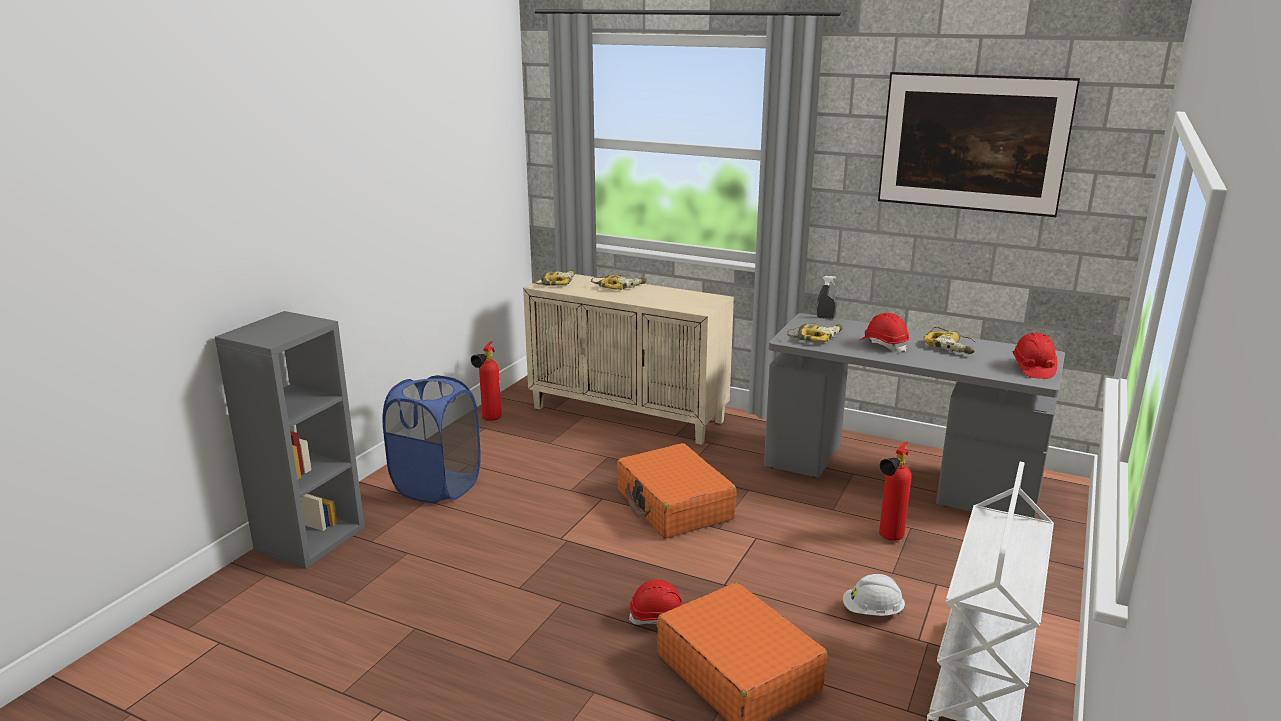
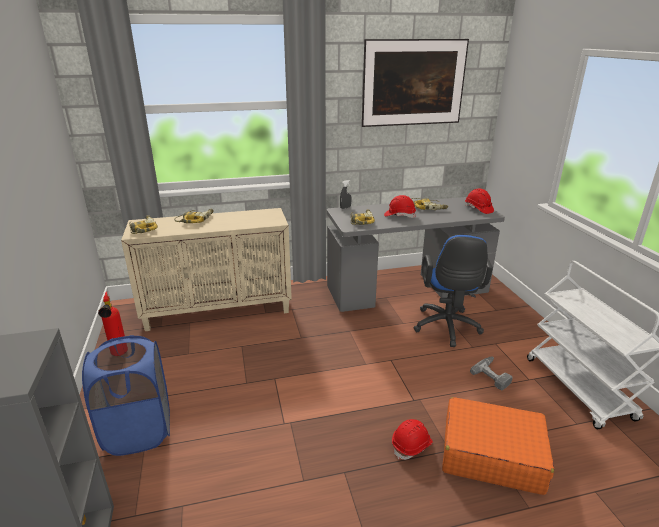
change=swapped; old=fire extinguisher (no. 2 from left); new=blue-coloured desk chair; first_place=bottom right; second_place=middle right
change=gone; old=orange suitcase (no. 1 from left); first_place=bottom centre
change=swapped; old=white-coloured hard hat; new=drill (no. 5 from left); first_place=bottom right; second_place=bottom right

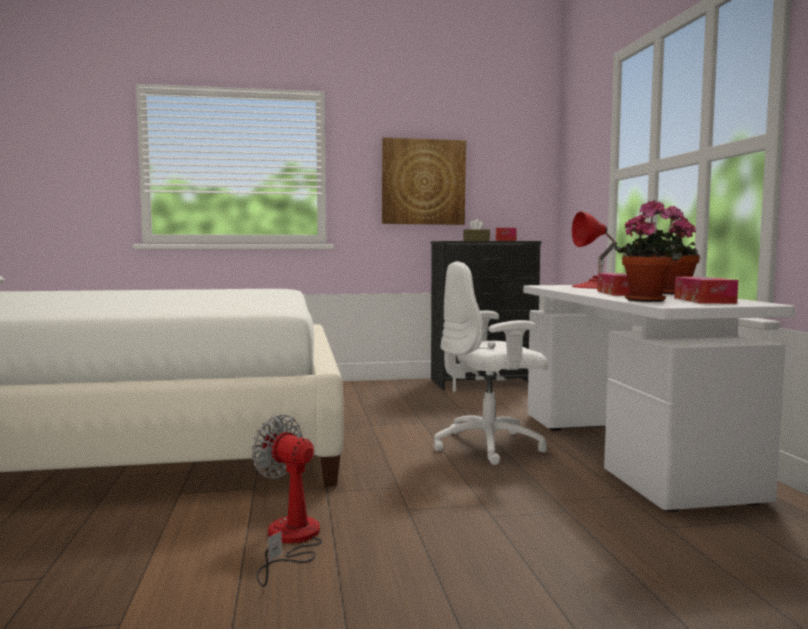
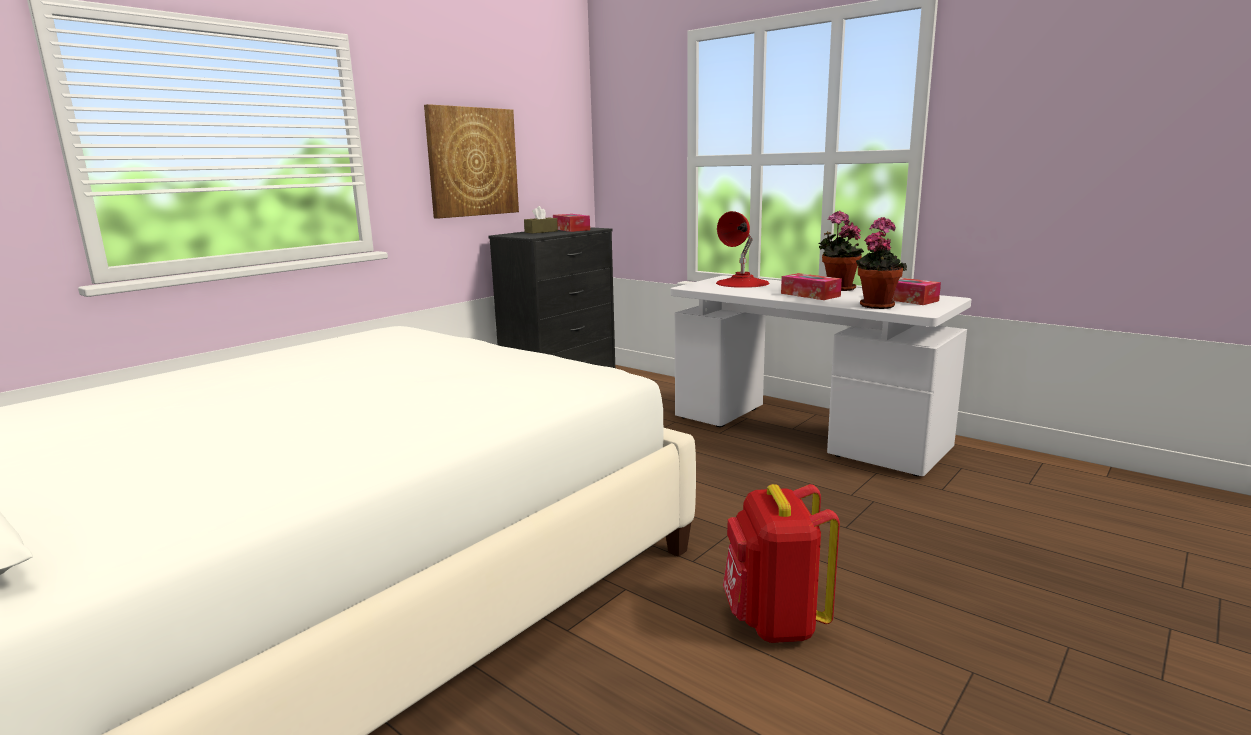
change=gone; old=white-coloured desk chair; first_place=centre
change=swapped; old=electric fan; new=reddish knapsack; first_place=bottom centre; second_place=bottom centre

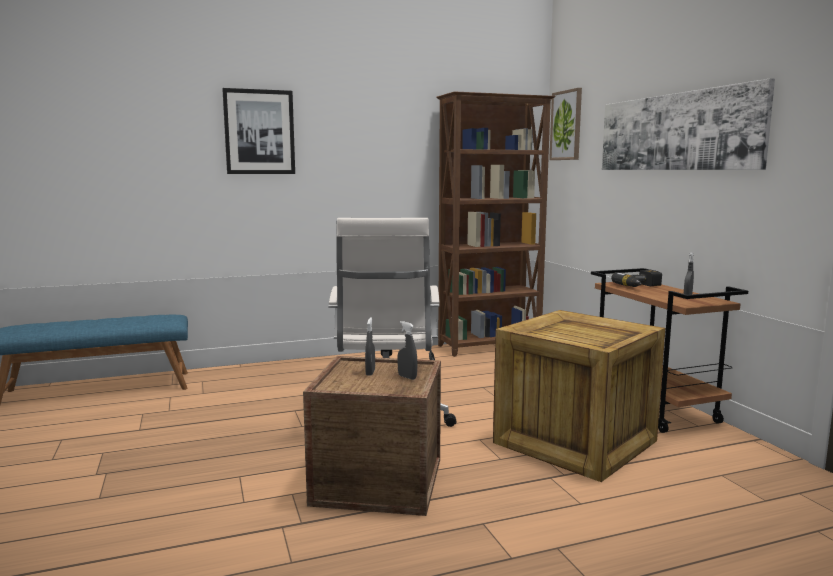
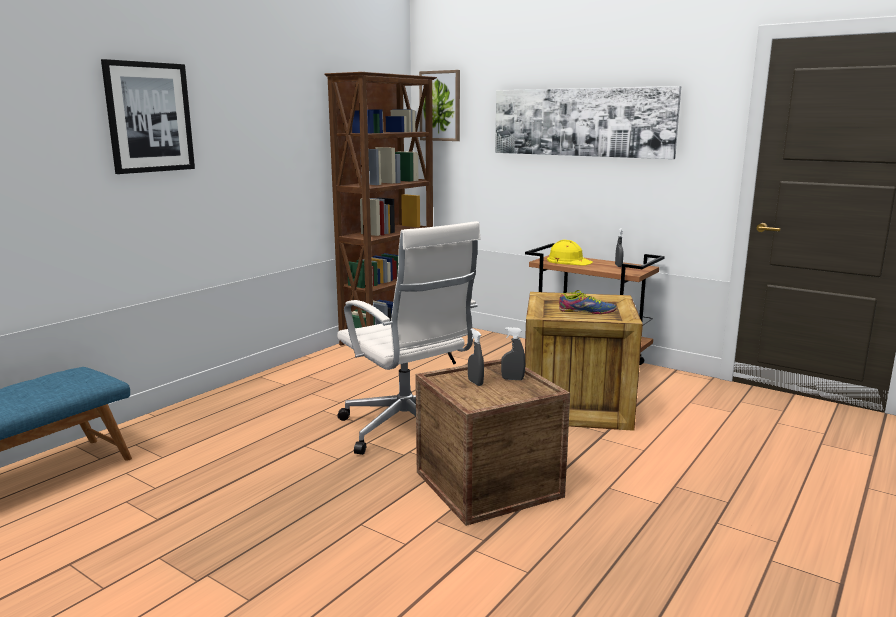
change=swapped; old=drill; new=yellow hard hat; first_place=middle right; second_place=centre
change=new; new=shoe; second_place=centre

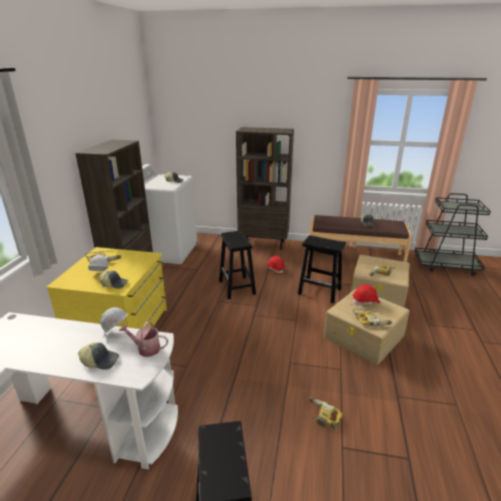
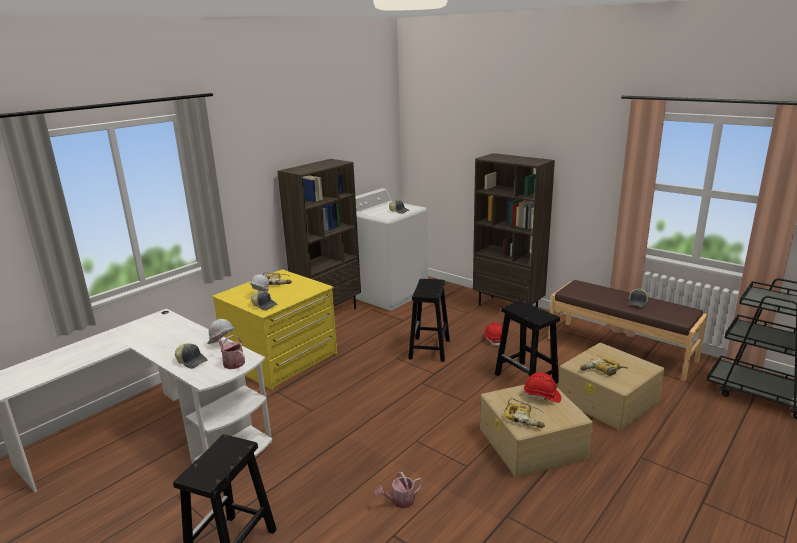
change=swapped; old=drill (no. 2 from left); new=watering can (no. 2 from left); first_place=bottom centre; second_place=bottom centre

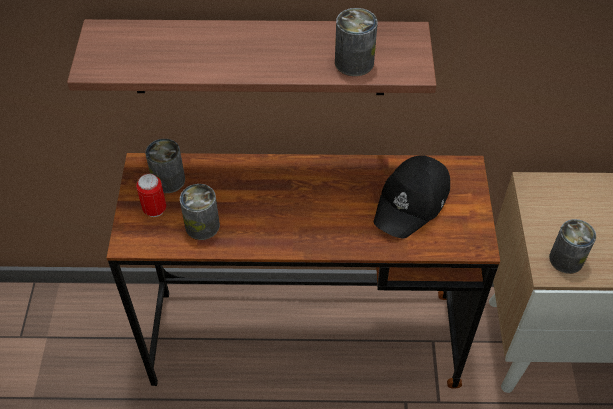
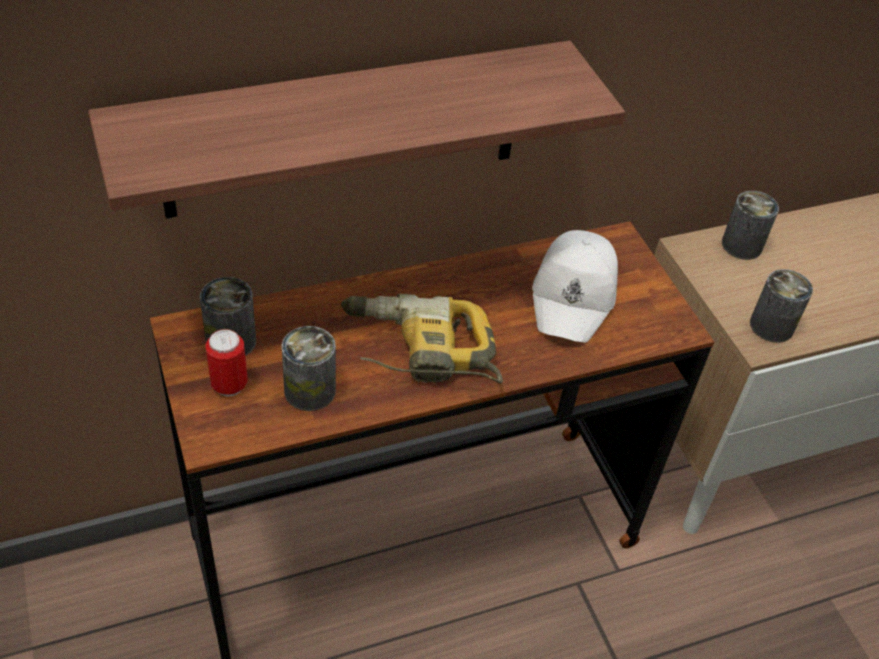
change=shifted; old=sealed can (no. 4 from left); first_place=top centre; second_place=middle right
change=repainted; old=black-coloured peaked cap; new=white-coloured peaked cap; first_place=middle right; second_place=centre
change=new; new=drill; second_place=centre

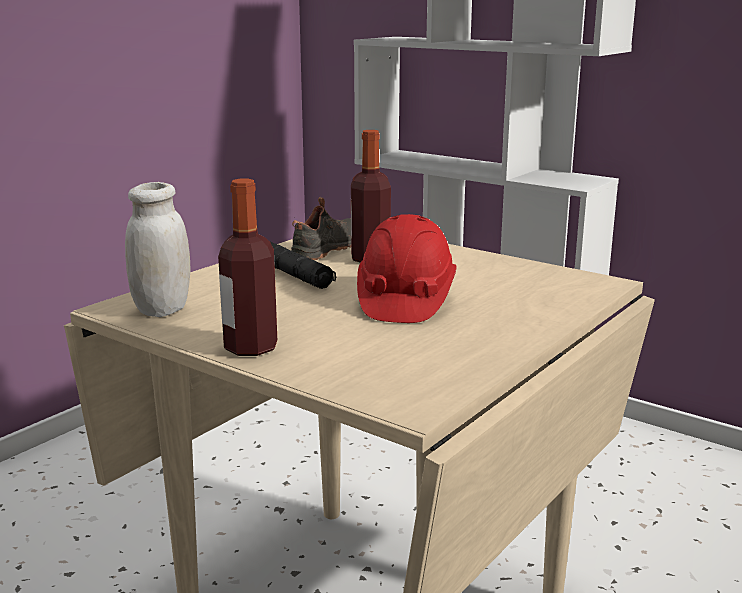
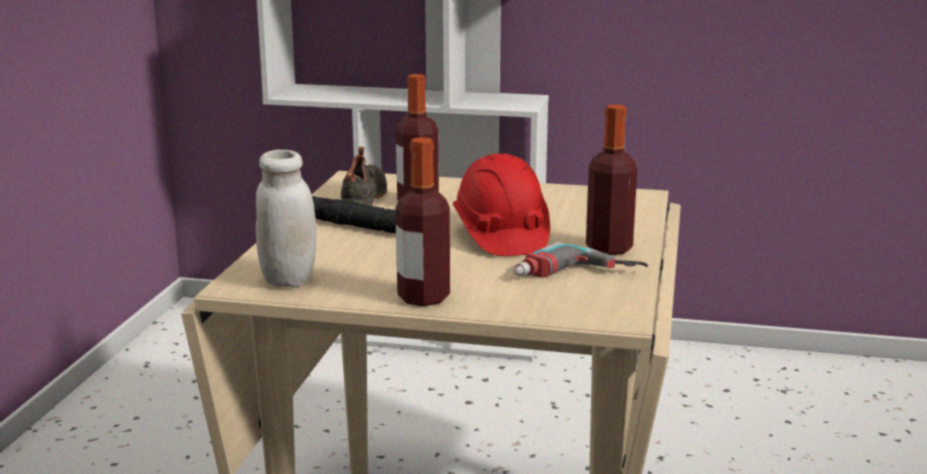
change=new; new=beverage bottle (no. 3 from left); second_place=centre
change=new; new=drill; second_place=centre

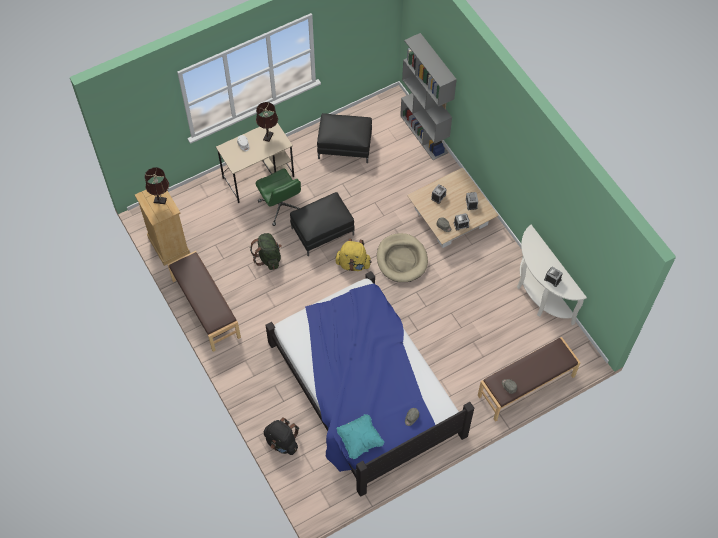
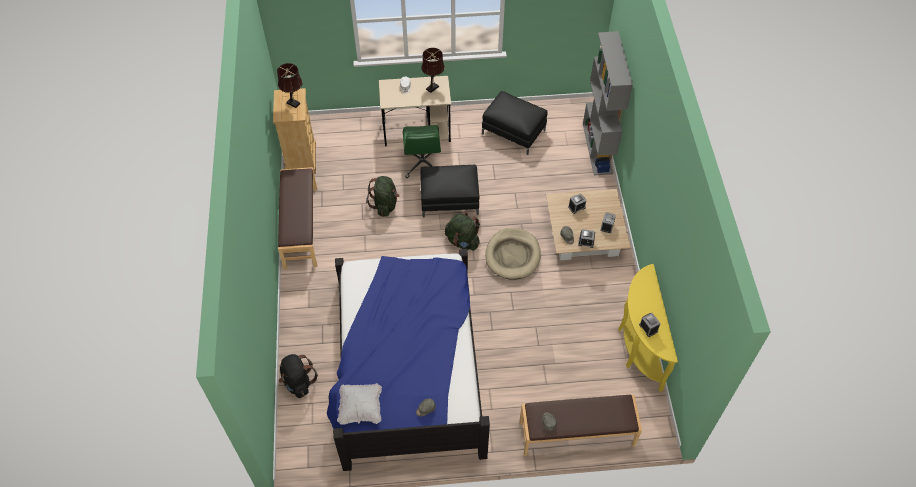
change=repainted; old=white-coloured hall table; new=yellow hall table; first_place=middle right; second_place=bottom right
change=repainted; old=yellow knapsack; new=greenish knapsack (no. 2 from left); first_place=centre; second_place=centre
change=repainted; old=blue-green pillow; new=white-coloured pillow; first_place=bottom centre; second_place=bottom centre

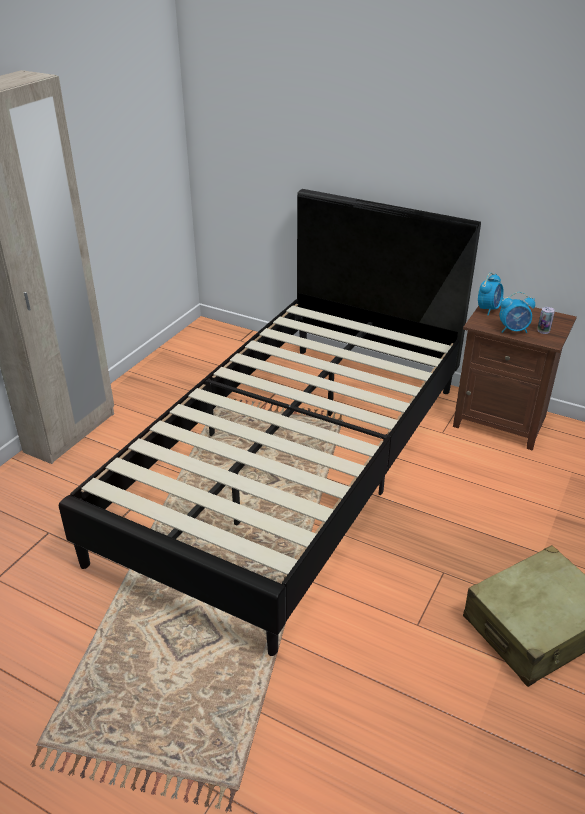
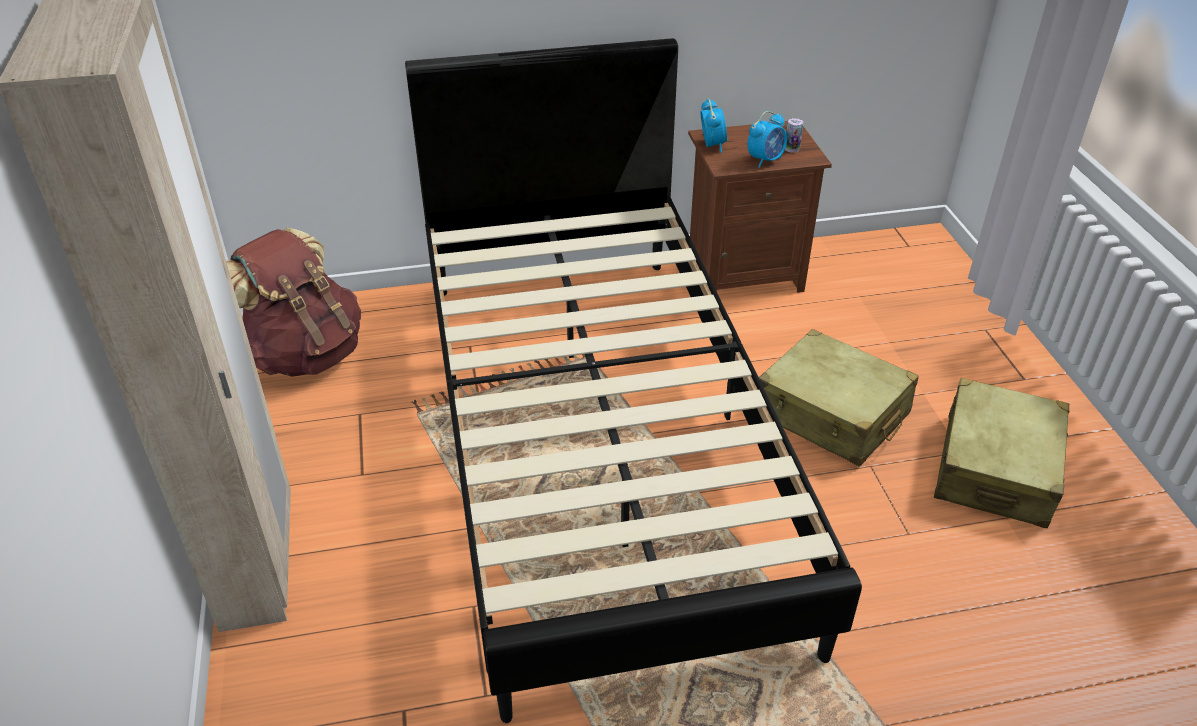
change=new; new=brown knapsack; second_place=middle left
change=new; new=beige suitcase (no. 1 from left); second_place=middle right

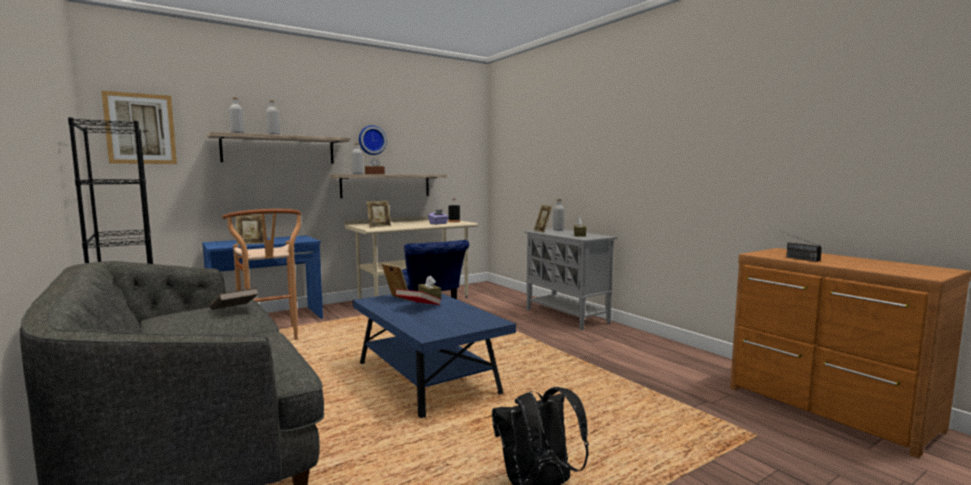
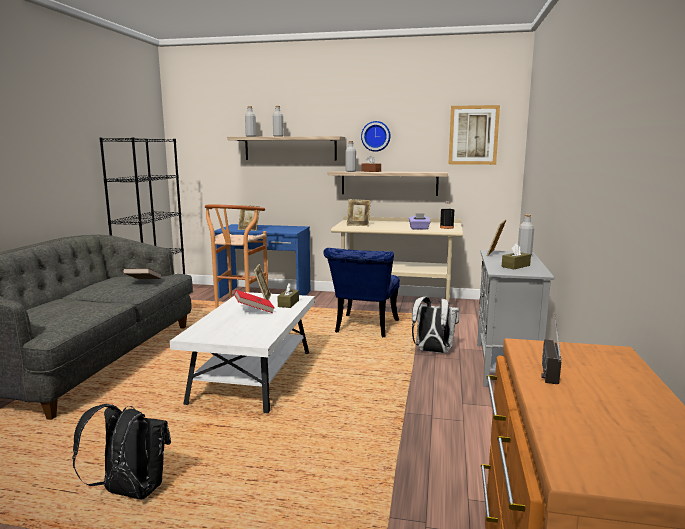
change=shifted; old=picture; first_place=top left; second_place=top right
change=repainted; old=blue-coloured low table; new=white-coloured low table; first_place=bottom centre; second_place=centre
change=new; new=white-coloured knapsack; second_place=centre

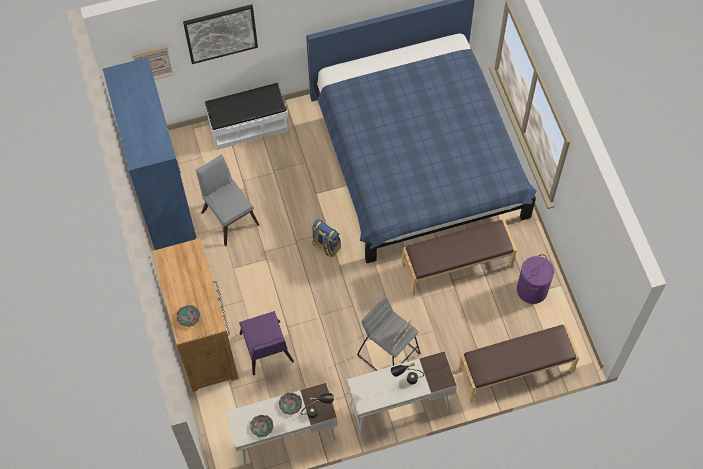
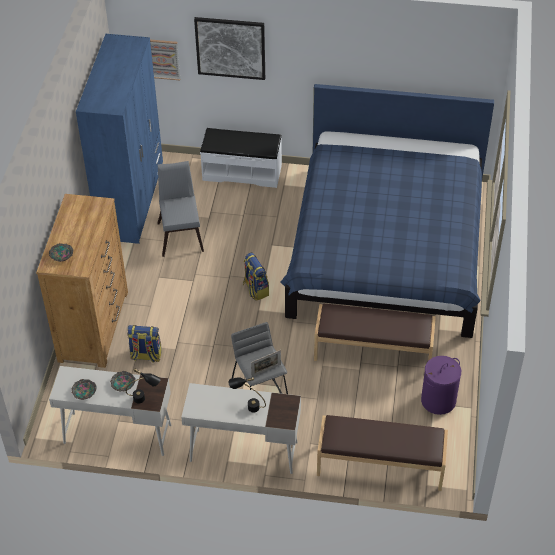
change=swapped; old=purple upright chair; new=knapsack (no. 1 from left); first_place=bottom centre; second_place=middle left

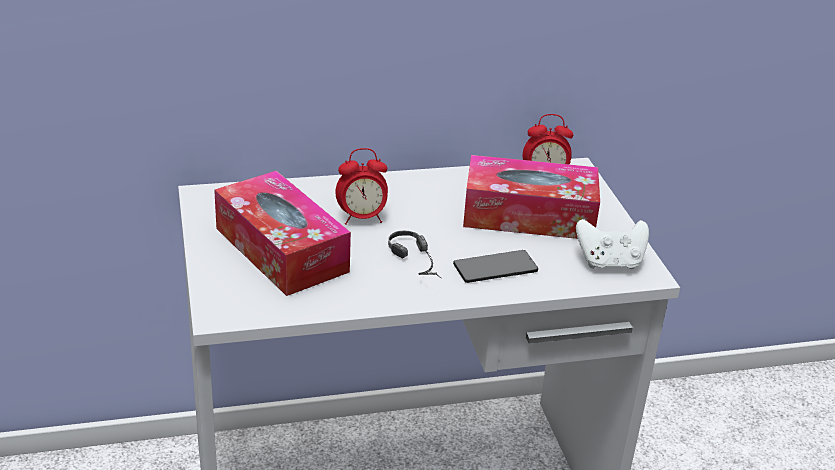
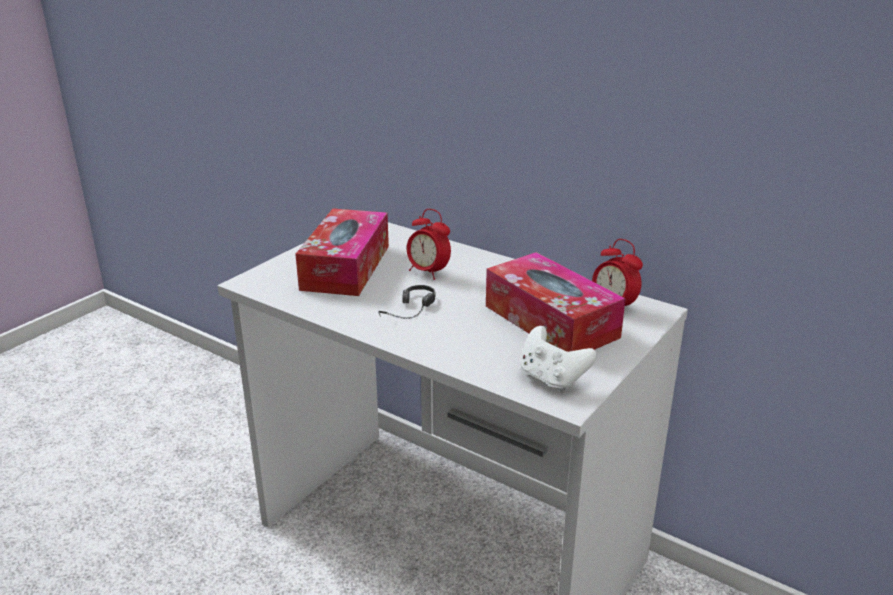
change=gone; old=telephone; first_place=centre

